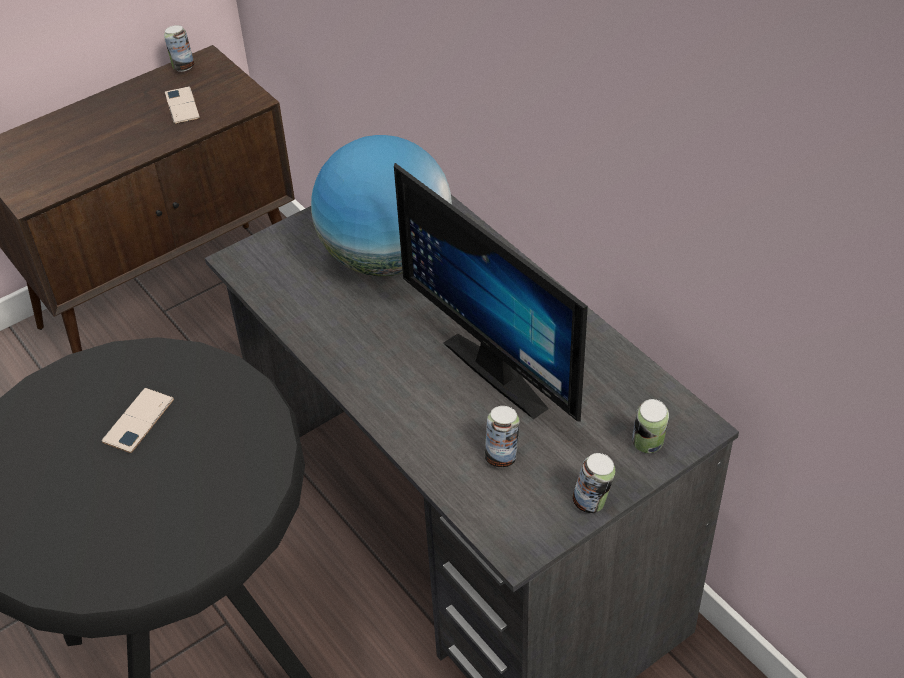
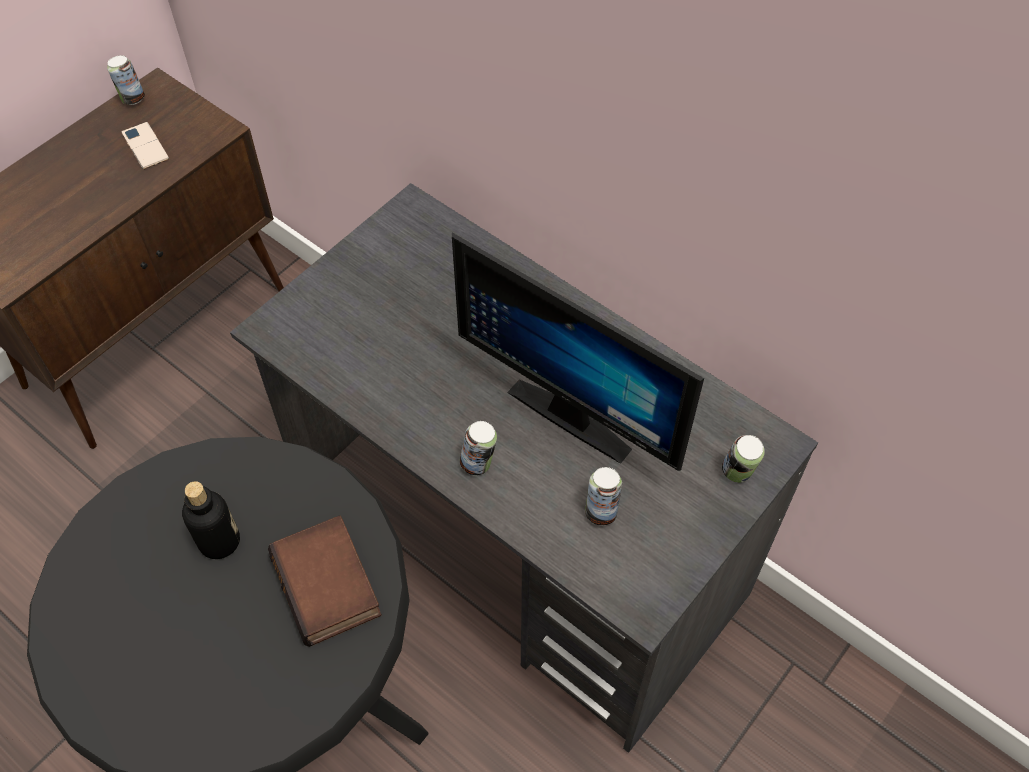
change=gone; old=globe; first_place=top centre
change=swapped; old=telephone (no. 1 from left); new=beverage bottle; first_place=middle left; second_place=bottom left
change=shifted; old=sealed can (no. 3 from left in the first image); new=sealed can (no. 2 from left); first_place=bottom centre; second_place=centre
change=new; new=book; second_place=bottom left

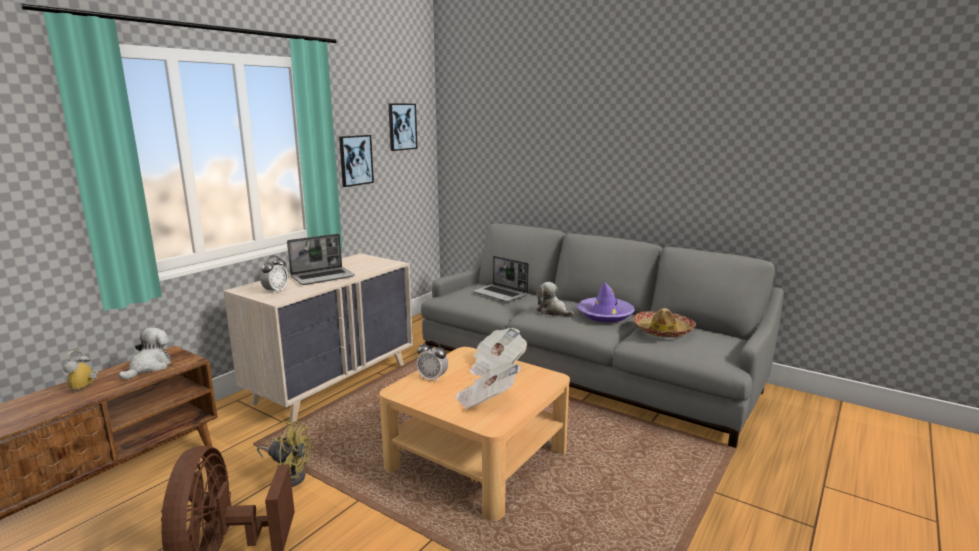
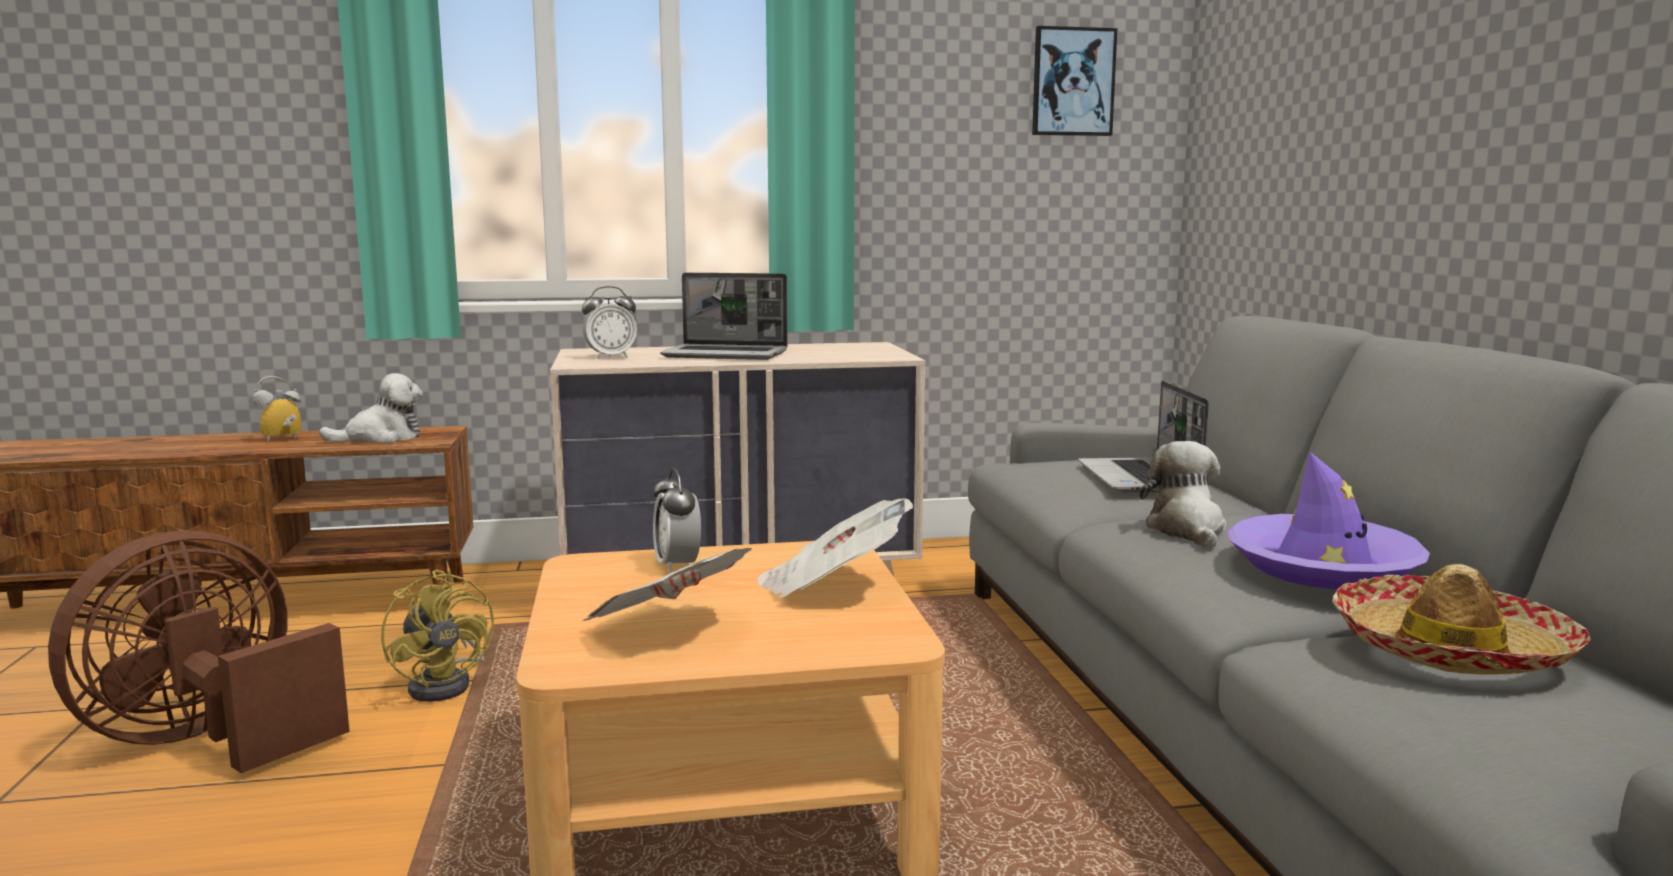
change=gone; old=picture (no. 1 from left); first_place=top centre

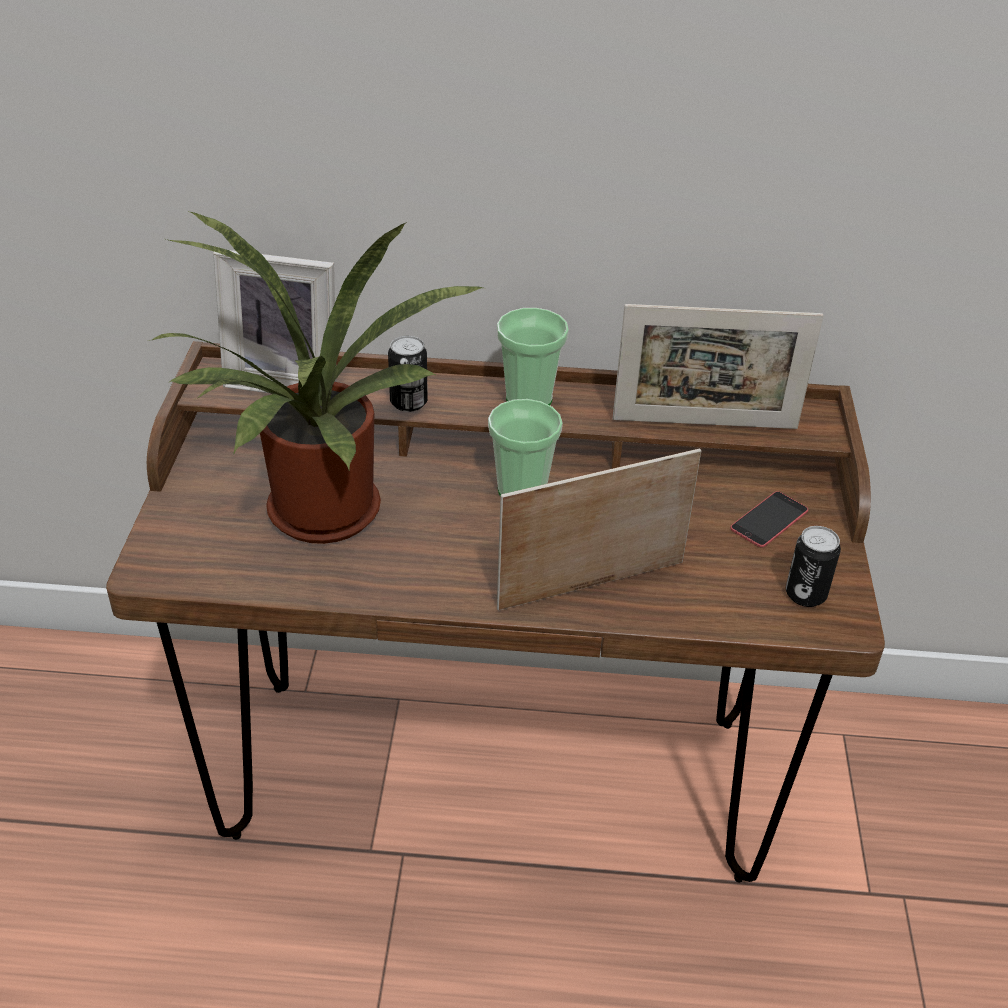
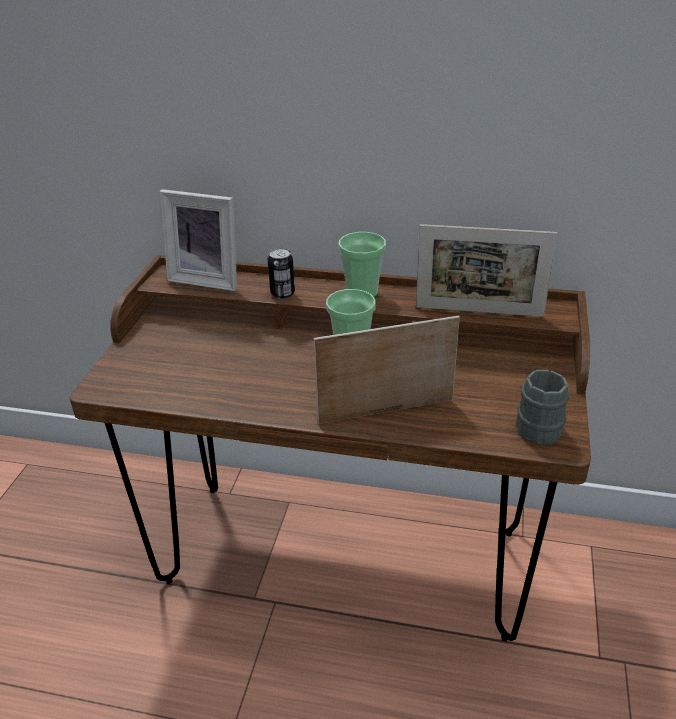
change=gone; old=houseplant; first_place=middle left
change=gone; old=telephone; first_place=middle right
change=swapped; old=sealed can (no. 2 from left); new=gray coffee mug; first_place=middle right; second_place=middle right

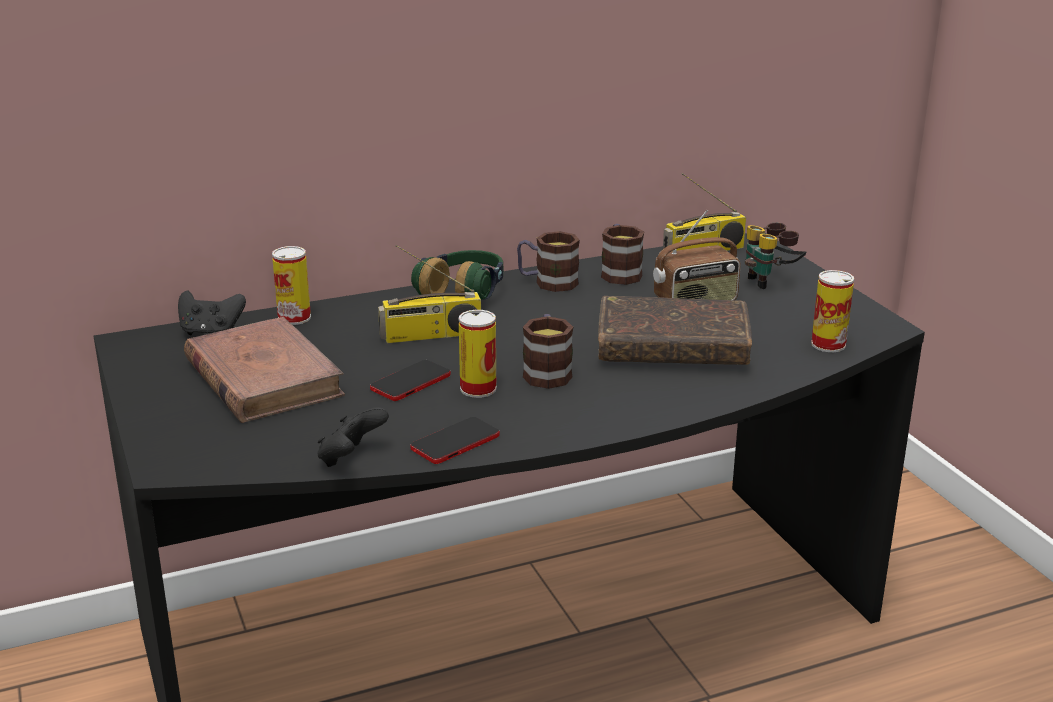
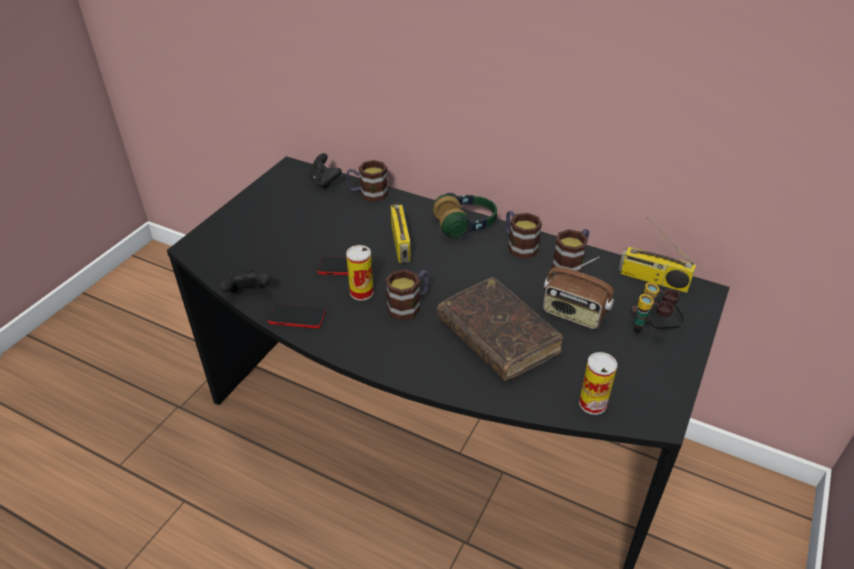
change=rotated; old=radio set (no. 1 from left); first_place=centre; second_place=centre; degrees=-135
change=swapped; old=sealed can (no. 1 from left); new=coffee mug (no. 1 from left); first_place=middle left; second_place=top centre
change=gone; old=brown book (no. 1 from left); first_place=middle left

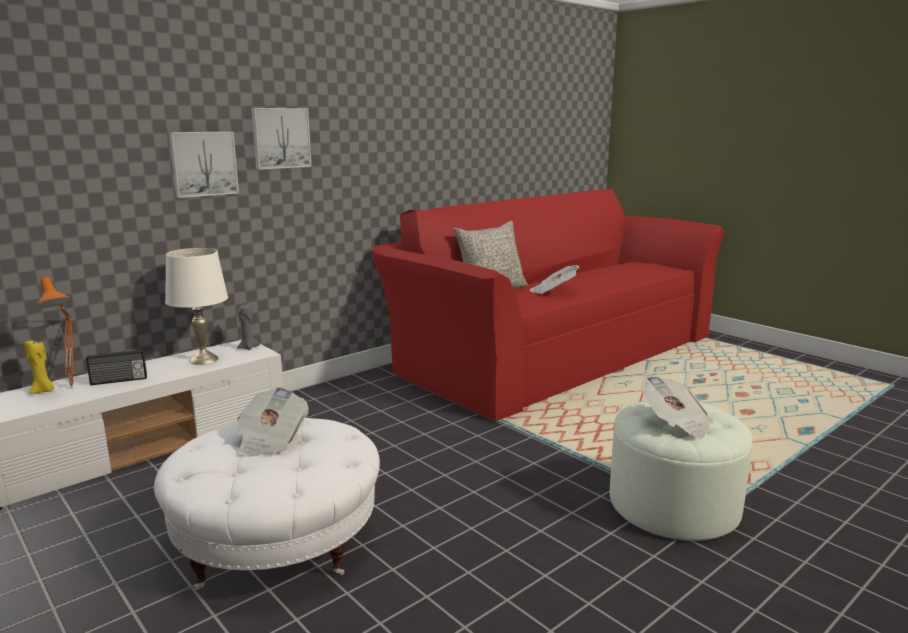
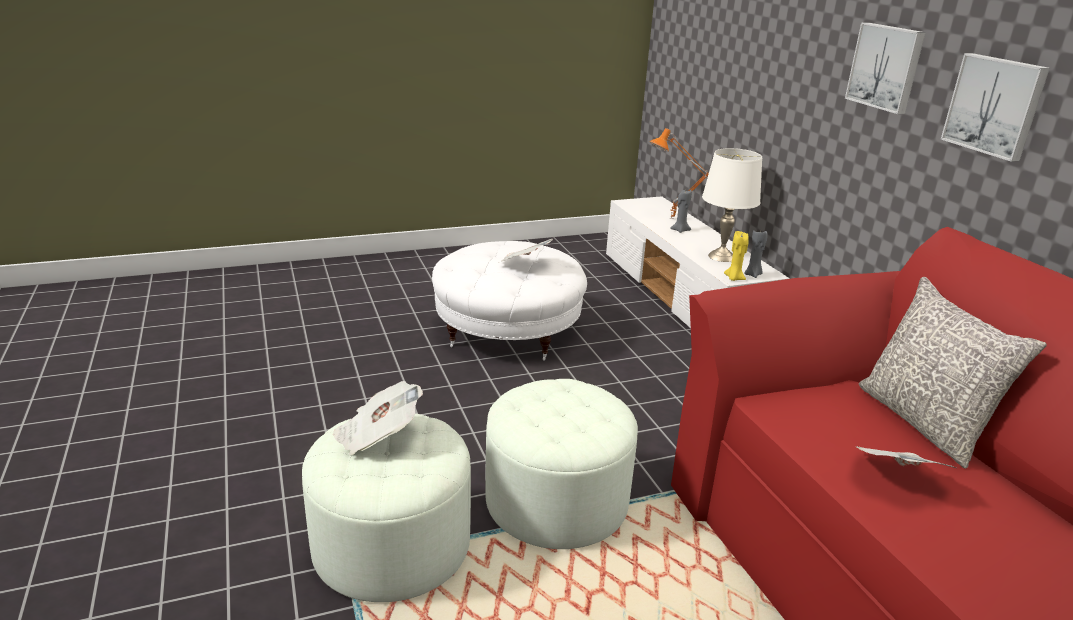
change=shifted; old=picture (no. 1 from left in the first image); new=picture (no. 2 from left); first_place=top left; second_place=top right
change=shifted; old=yellow candle; first_place=middle left; second_place=middle right
change=swapped; old=radio set; new=gray candle (no. 1 from left); first_place=middle left; second_place=centre
change=new; new=white-coloured pouffe (no. 3 from left); second_place=bottom centre

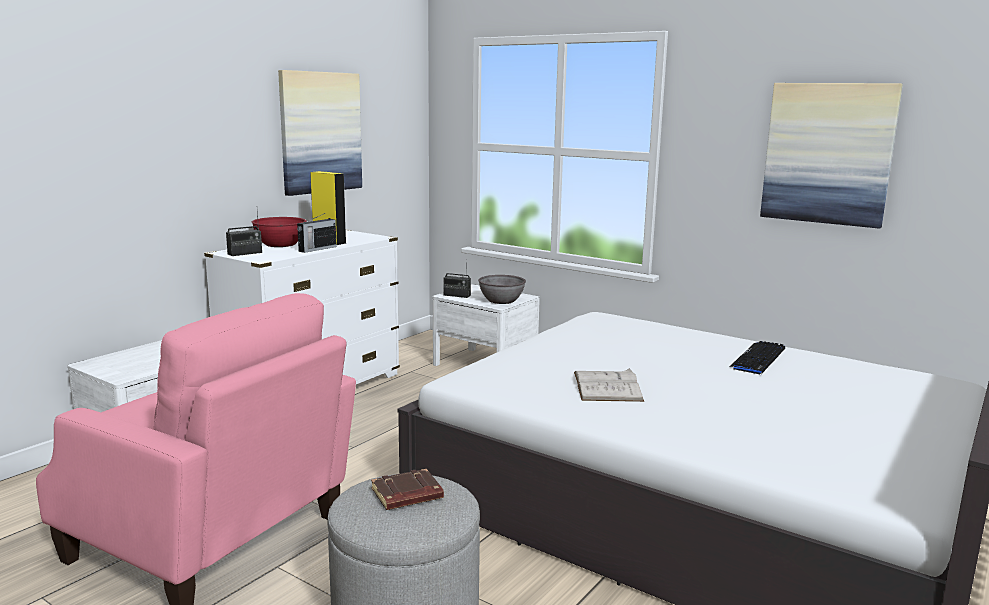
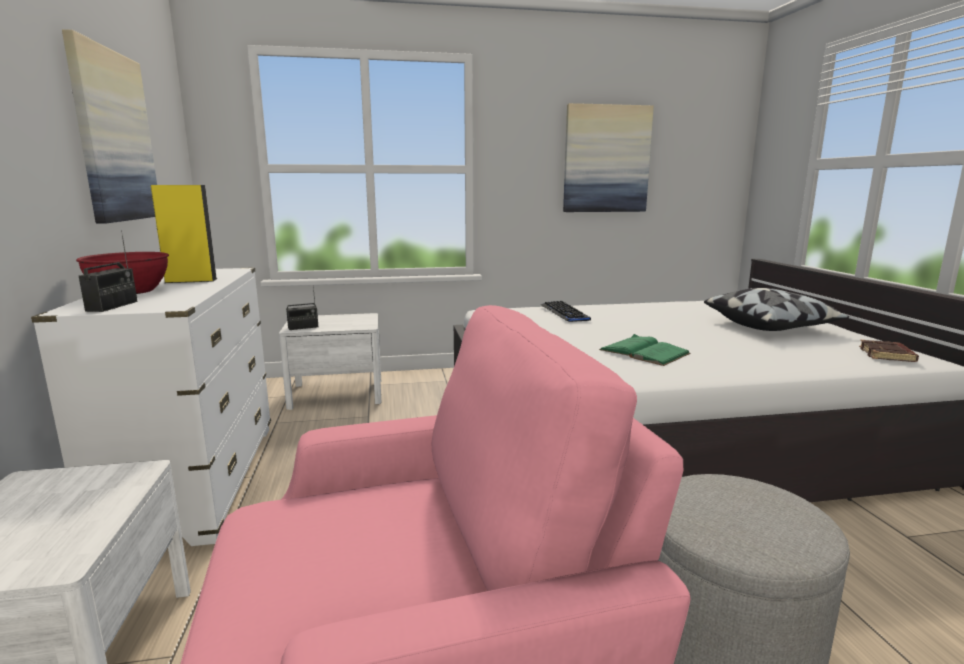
change=gone; old=radio set (no. 2 from left); first_place=middle left
change=gone; old=gray serving bowl; first_place=centre
change=shifted; old=PC keyboard; first_place=middle right; second_place=centre
change=repainted; old=white-coloured book; new=greenish book; first_place=centre; second_place=middle right
change=shifted; old=brown book; first_place=bottom centre; second_place=middle right
change=new; new=pillow; second_place=middle right

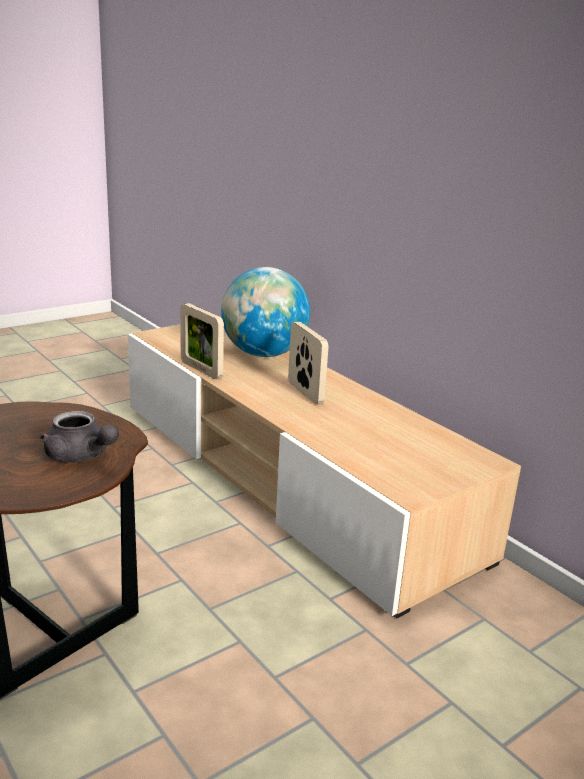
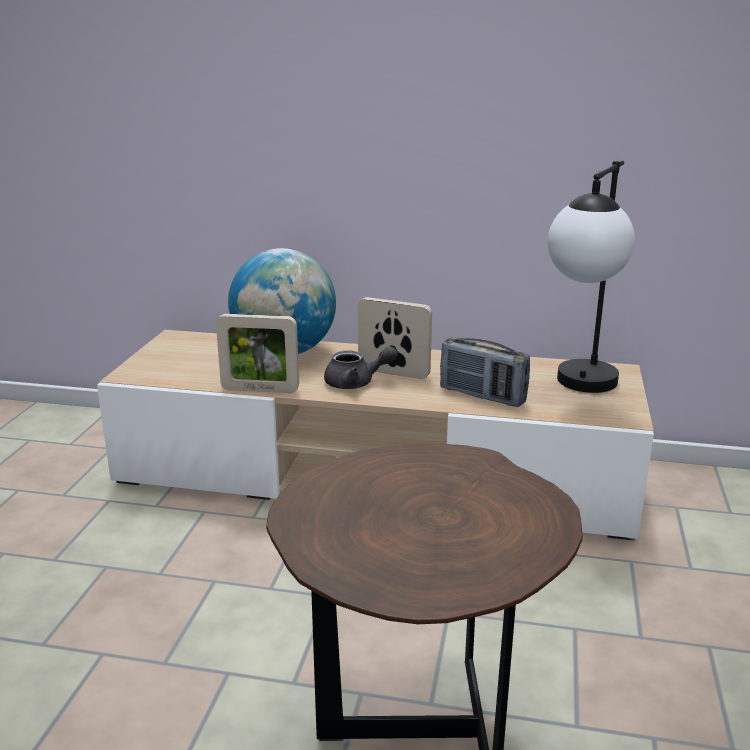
change=shifted; old=gray tea pot; first_place=middle left; second_place=centre
change=new; new=lamp for a table; second_place=middle right
change=new; new=radio set; second_place=centre

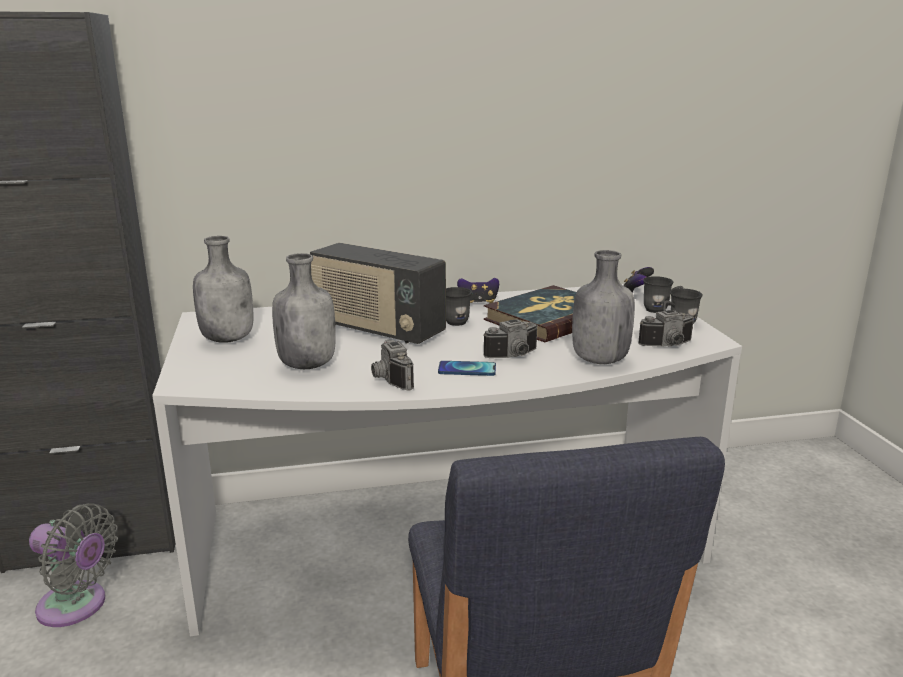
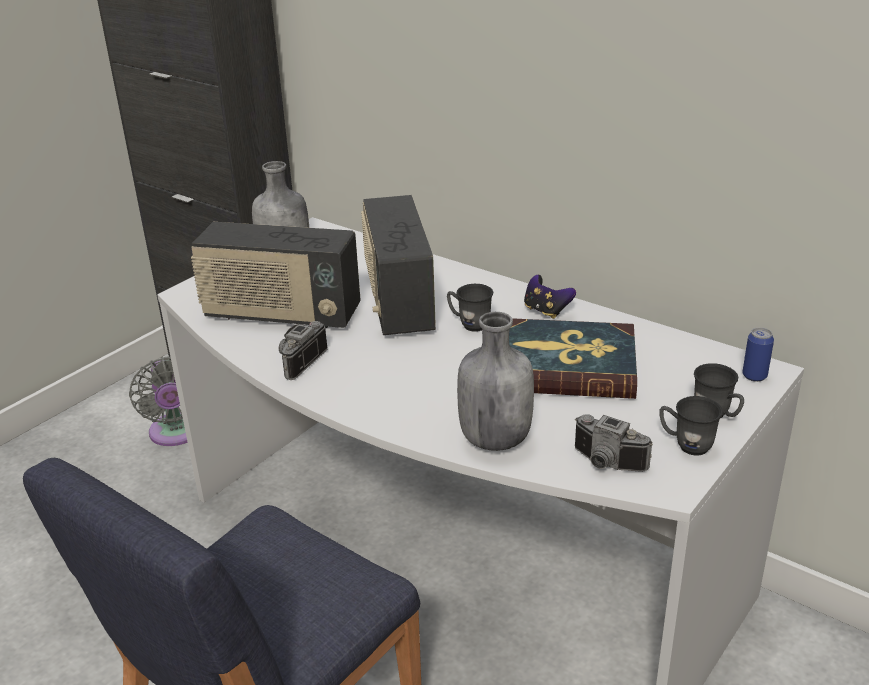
change=swapped; old=gray beverage bottle (no. 2 from left); new=radio set (no. 1 from left); first_place=centre; second_place=middle left
change=swapped; old=joypad (no. 2 from left); new=sealed can; first_place=middle right; second_place=middle right
change=gone; old=still camera (no. 2 from left); first_place=centre
change=gone; old=telephone; first_place=centre

